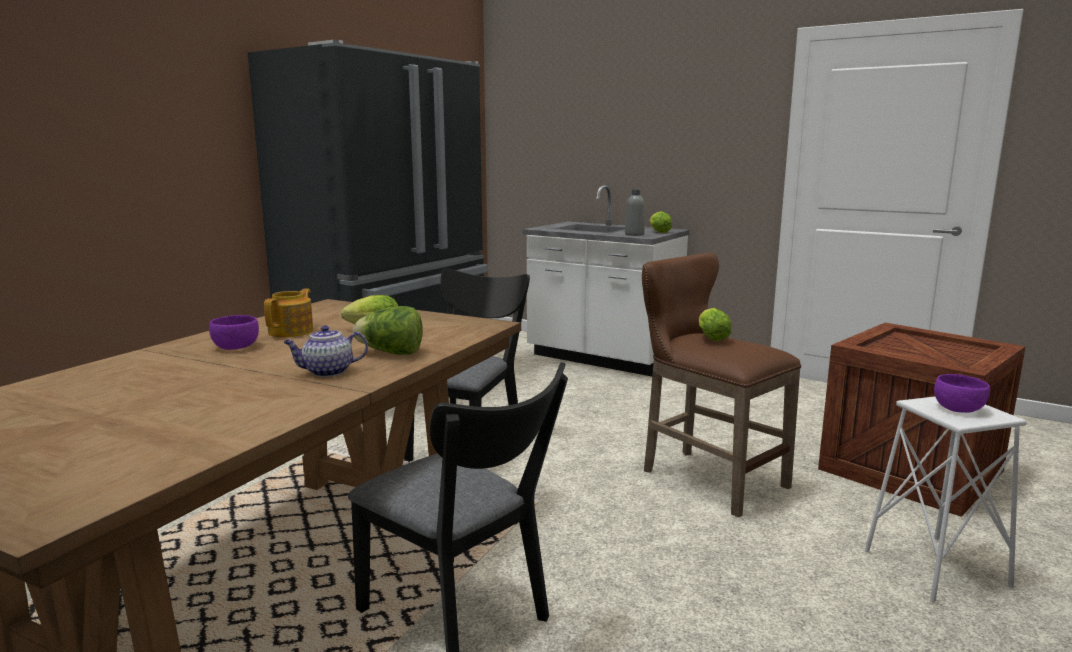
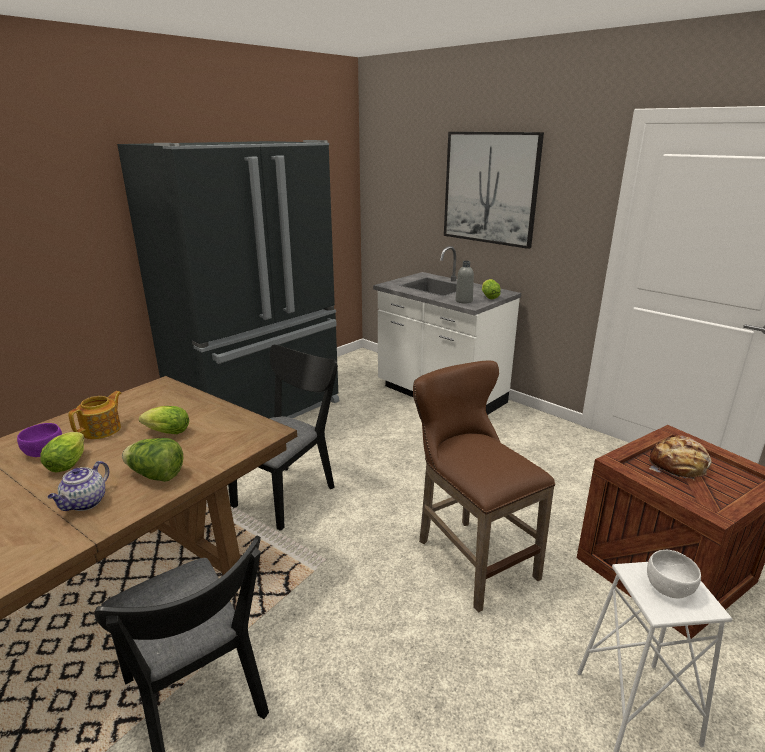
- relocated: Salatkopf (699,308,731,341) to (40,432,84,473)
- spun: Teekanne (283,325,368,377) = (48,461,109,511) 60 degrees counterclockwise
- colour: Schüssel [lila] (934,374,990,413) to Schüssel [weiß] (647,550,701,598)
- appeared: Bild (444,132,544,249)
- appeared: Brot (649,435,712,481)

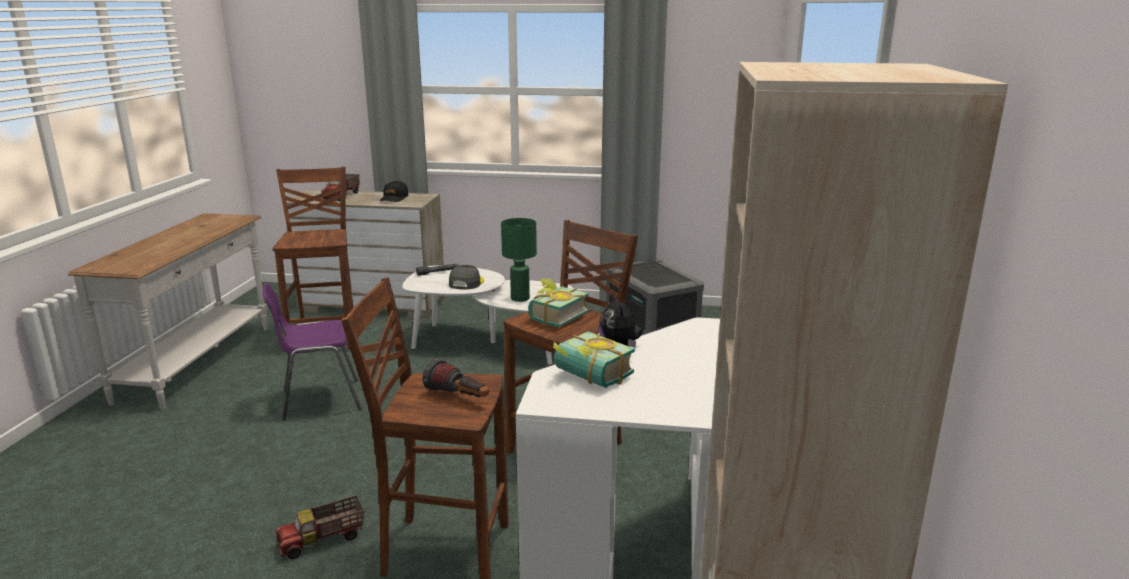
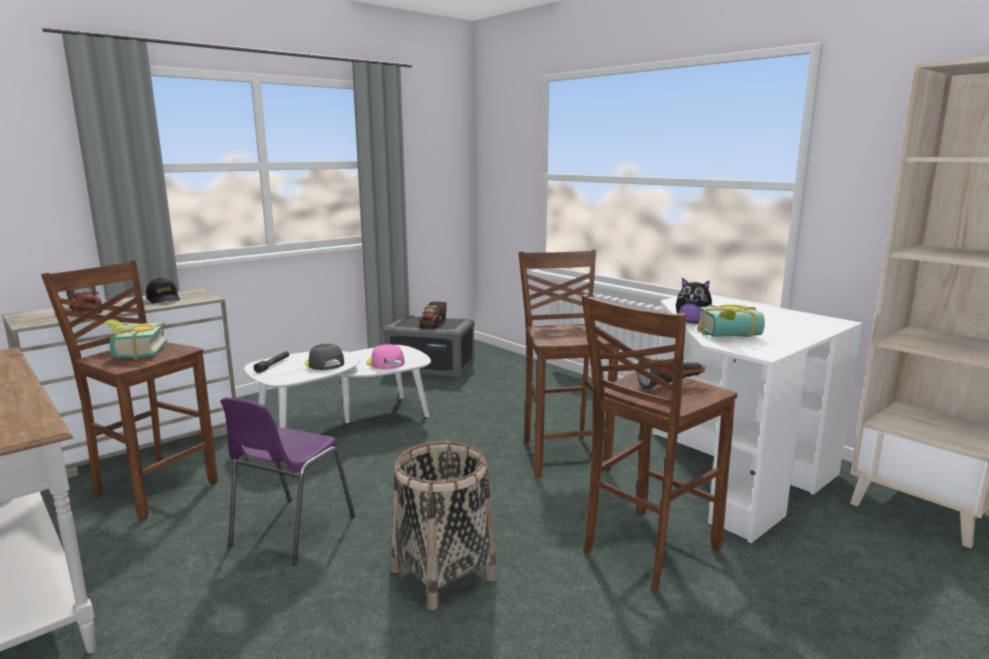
- exchanged: Tischlampe [grün] (501,218,537,302) to Kappe [rosa] (366,344,405,369)
- relocated: Buch (528,278,589,327) to (104,319,167,360)
- relocated: Spielzeuglaster (275,495,364,559) to (419,301,447,328)
- appeared: Korb (391,441,497,610)

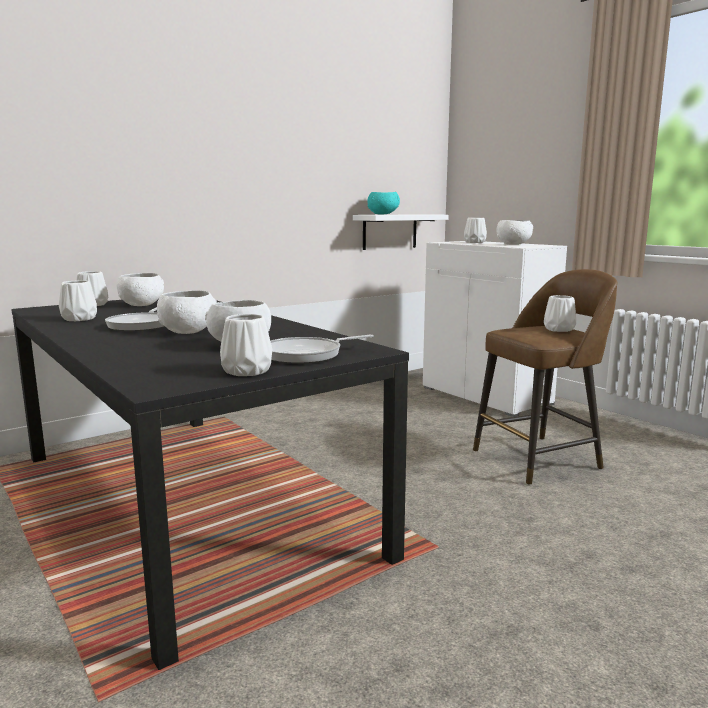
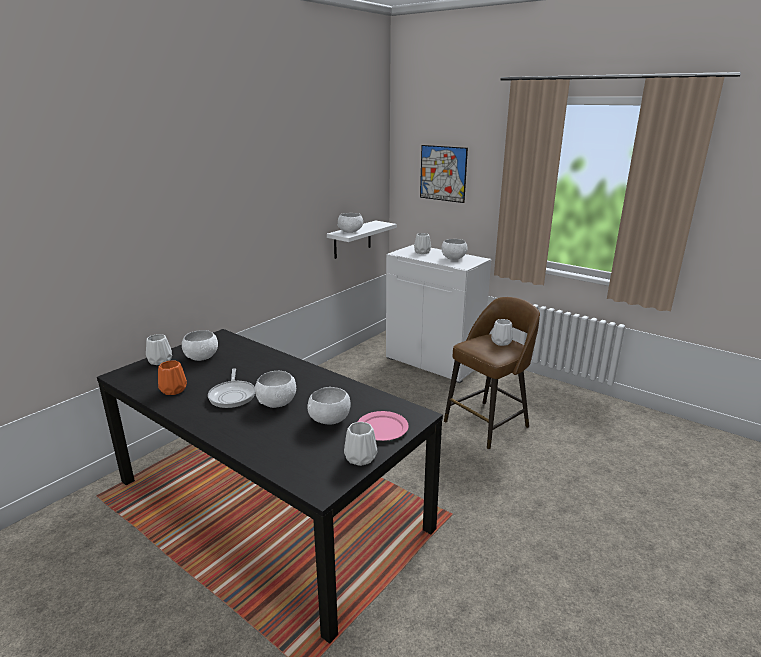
- colour: Schüssel [türkis] (367,192,400,215) to Schüssel [weiß] (338,213,363,233)
- colour: Vase [weiß] (59,280,97,321) to Vase [orange] (158,360,187,395)
- exchanged: Pfanne (271,335,374,364) to Teller [rosa] (358,411,409,441)
- appeared: Bild (420,145,468,203)

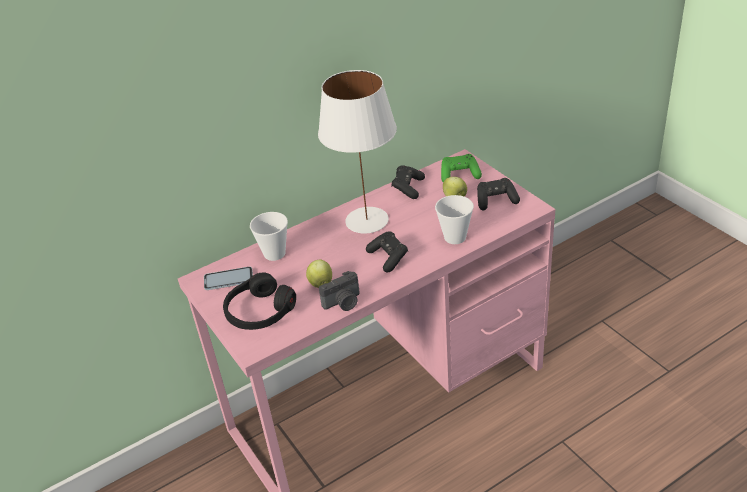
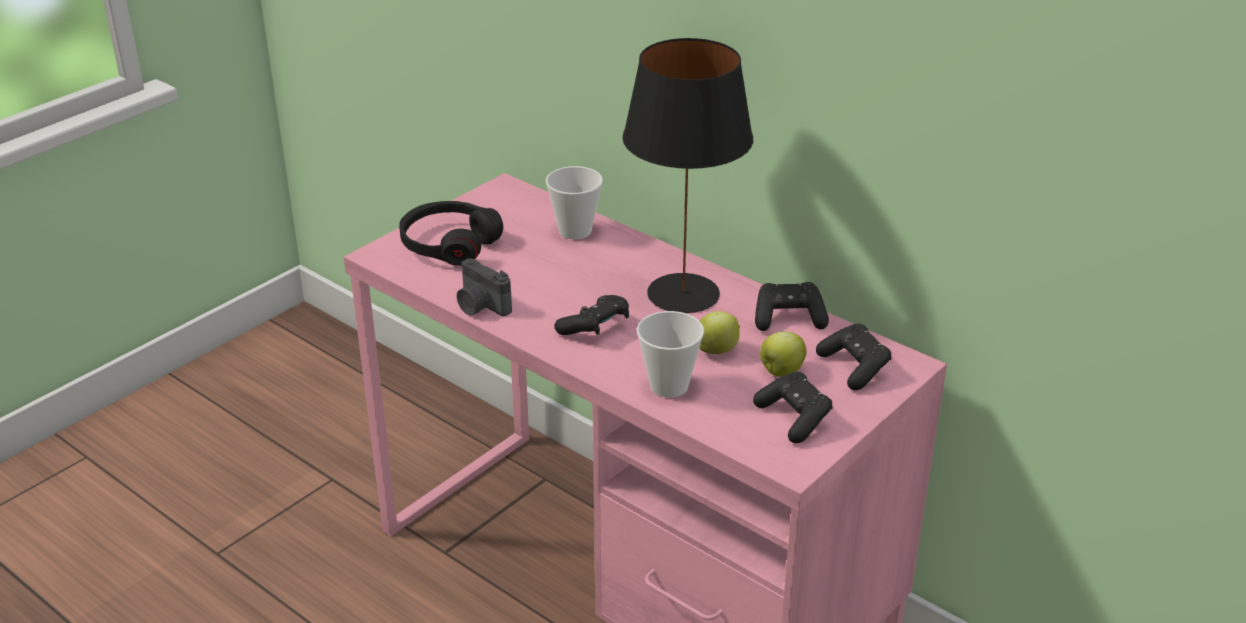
- colour: Tischlampe [weiß] (318,70,397,233) to Tischlampe [schwarz] (622,38,753,313)
- colour: Gamepad [grün] (441,154,482,182) to Gamepad [schwarz] (816,324,891,390)
- relocated: Apfel (306,259,332,288) to (699,311,740,354)
- missing: Handy (204,267,253,290)

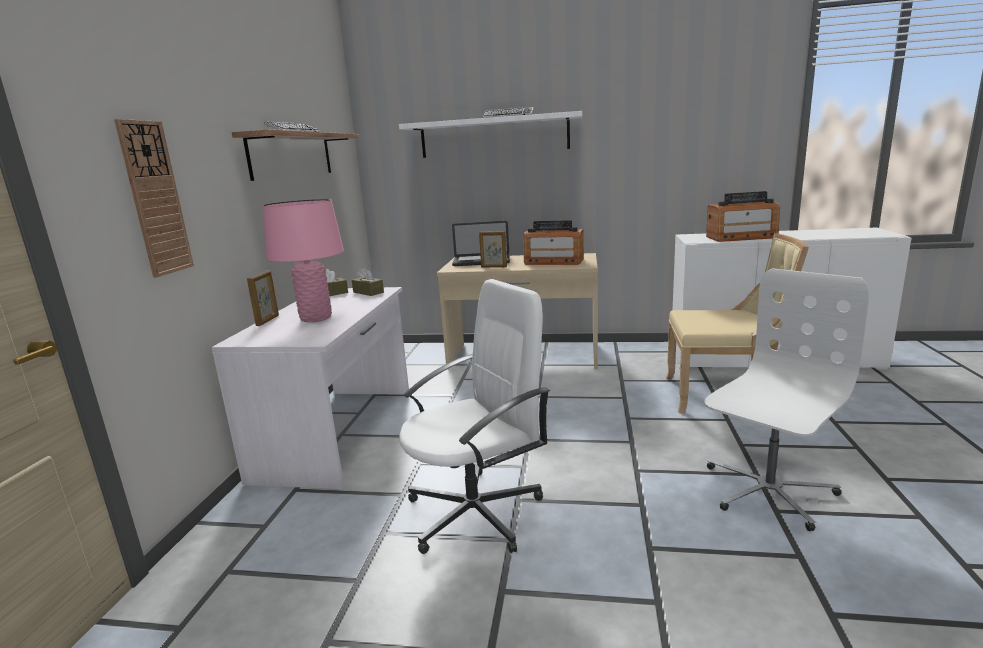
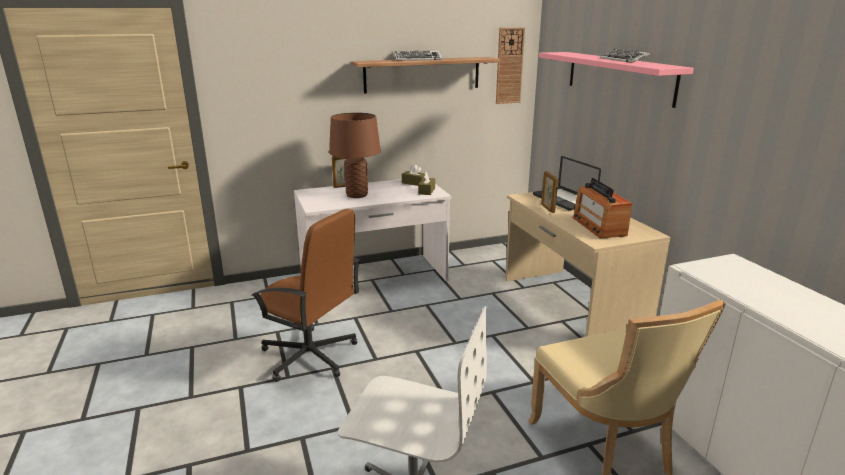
- colour: Wandregal [weiß] (399,111,582,158) to Wandregal [rosa] (539,52,694,108)
- relocated: Wanduhr (114,119,194,277) to (496,28,525,104)
- missing: Radio (706,191,780,242)
- colour: Tischlampe [rosa] (262,199,344,322) to Tischlampe [braun] (329,113,381,198)
- colour: Bürostuhl [weiß] (399,279,550,554) to Bürostuhl [braun] (251,209,360,382)

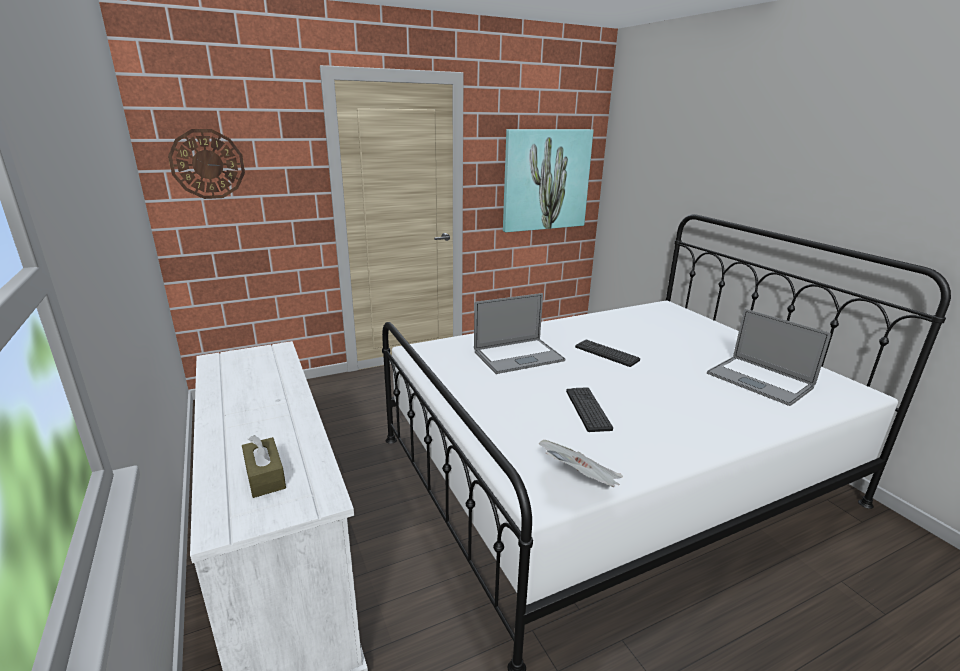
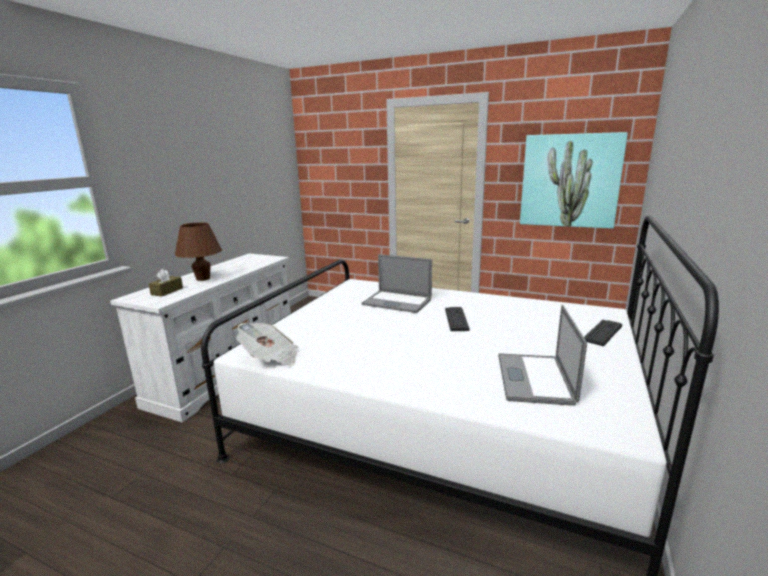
- missing: Wanduhr (168,129,245,199)
- relocated: Tastatur (566,387,613,432) to (584,320,622,346)
- appeared: Tischlampe [braun] (175,222,222,281)

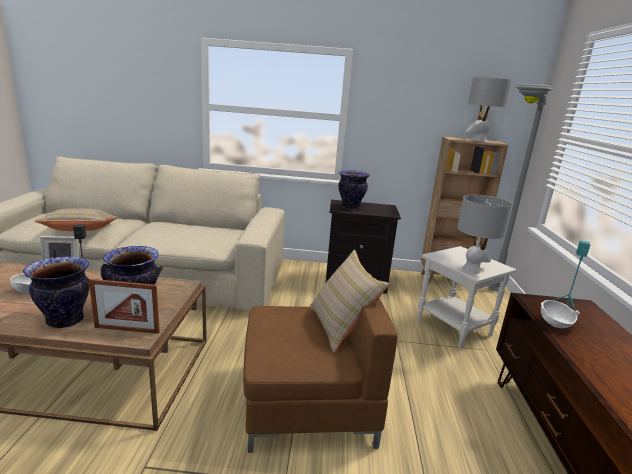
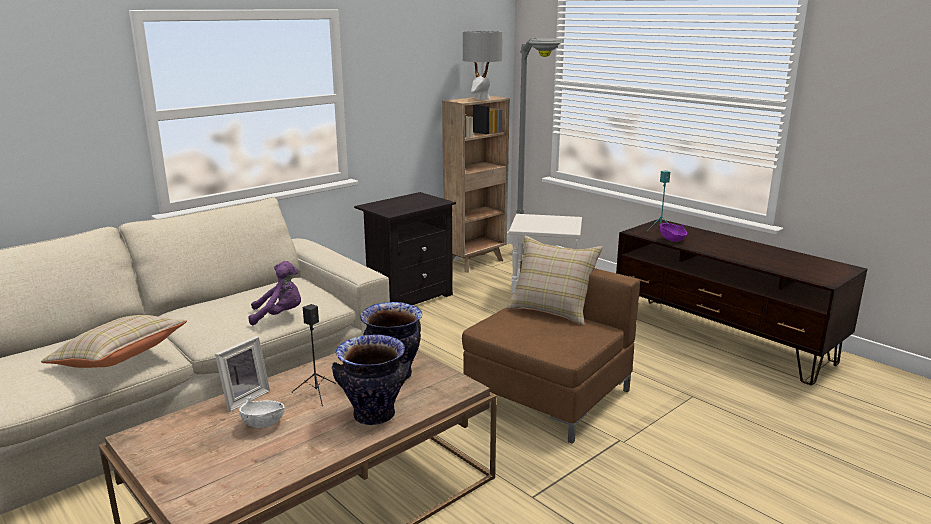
- missing: Vase (338,170,370,209)
- missing: Tischlampe [grau] (457,194,513,274)
- missing: Bilderrahmen (89,279,160,334)
- colour: Schüssel [weiß] (541,300,580,328) to Schüssel [lila] (660,223,687,242)
- appeared: Plüschtier [lila] (249,261,301,325)

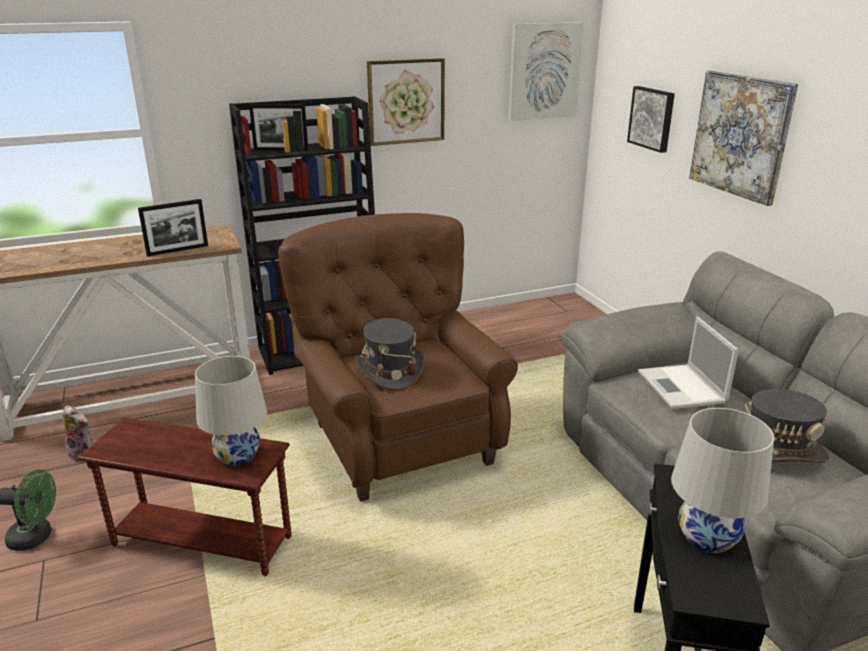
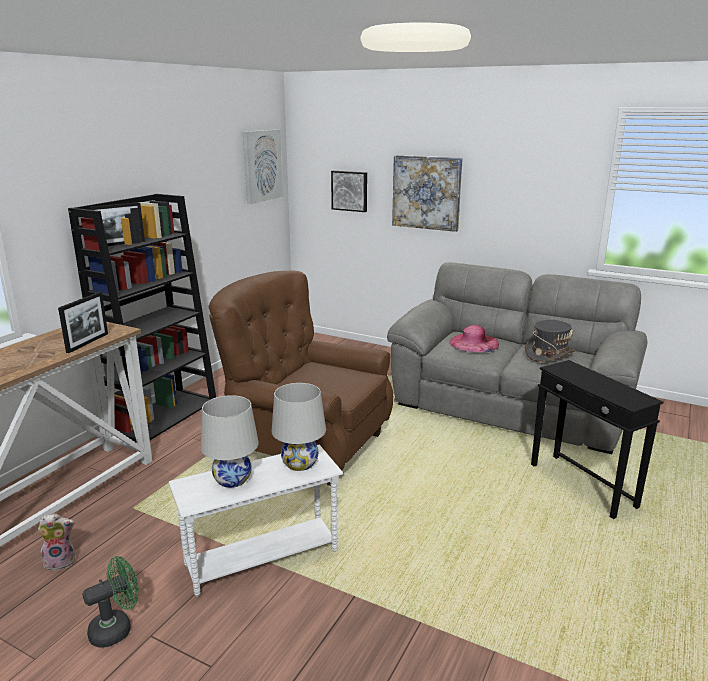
- missing: Bild (367,58,445,146)
- exchanged: Laptop (638,317,739,409) to Hut [rosa] (449,325,499,353)
- missing: Hut [grau] (355,318,424,390)
- relocated: Tischlampe [weiß] (671,408,774,553) to (201,395,259,488)
- colour: Beistelltisch [braun] (78,417,292,576) to Beistelltisch [weiß] (168,444,343,596)

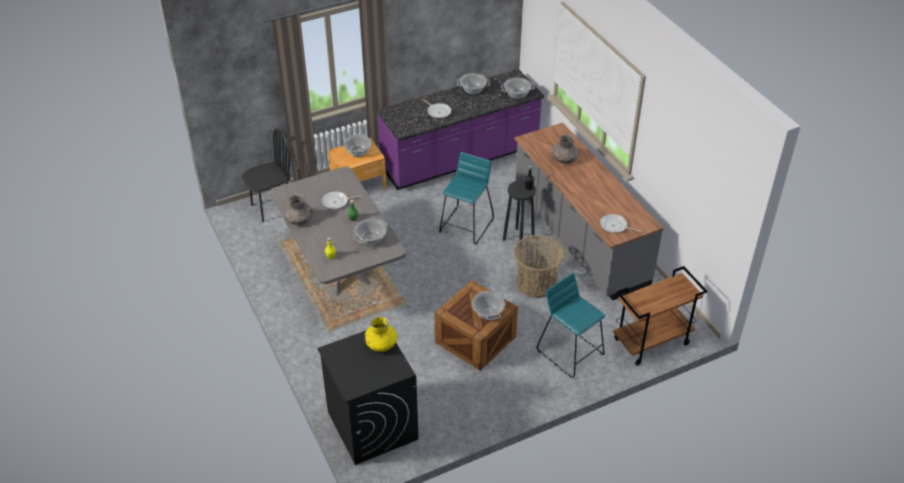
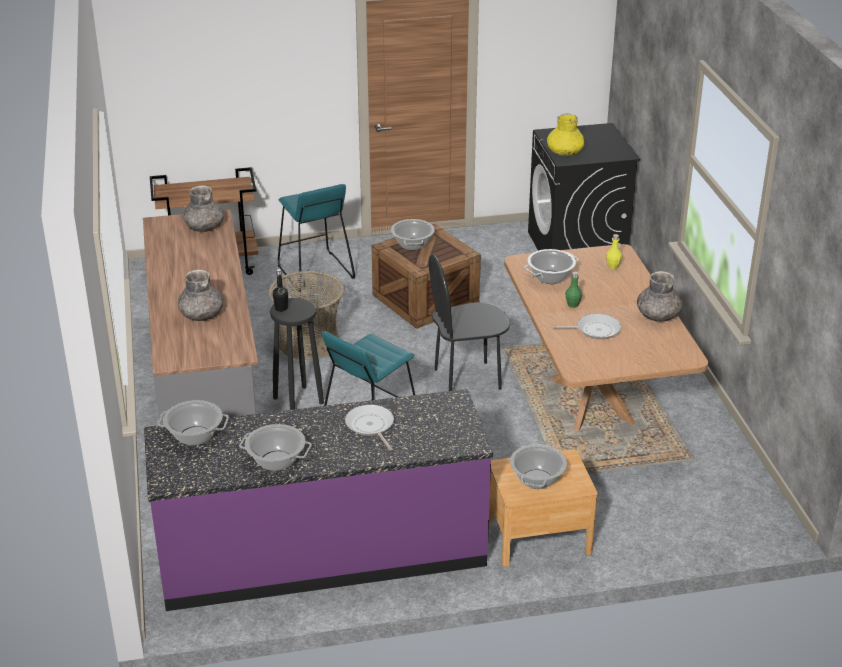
- relocated: Stuhl [schwarz] (242,128,291,222) to (429,254,510,391)
- colour: Esstisch [grau] (270,166,406,296) to Esstisch [braun] (504,244,708,432)
- exchanged: Pfanne (600,214,642,233) to Vase [grau] (183,186,224,232)

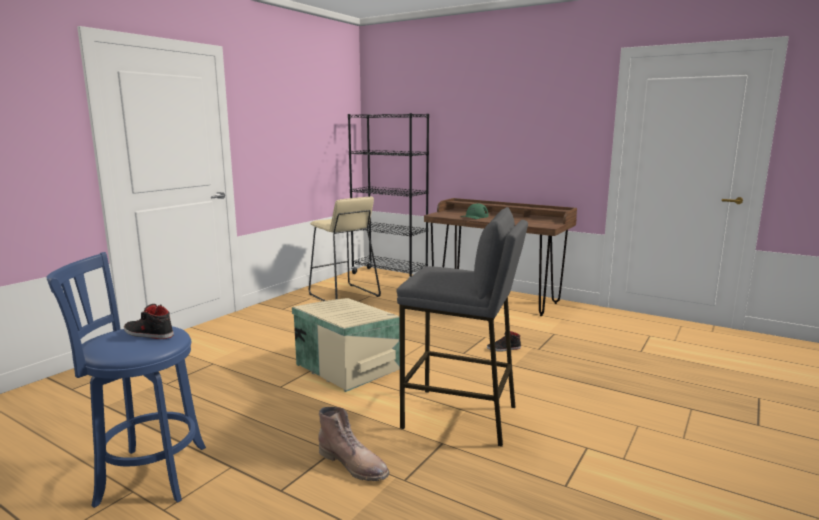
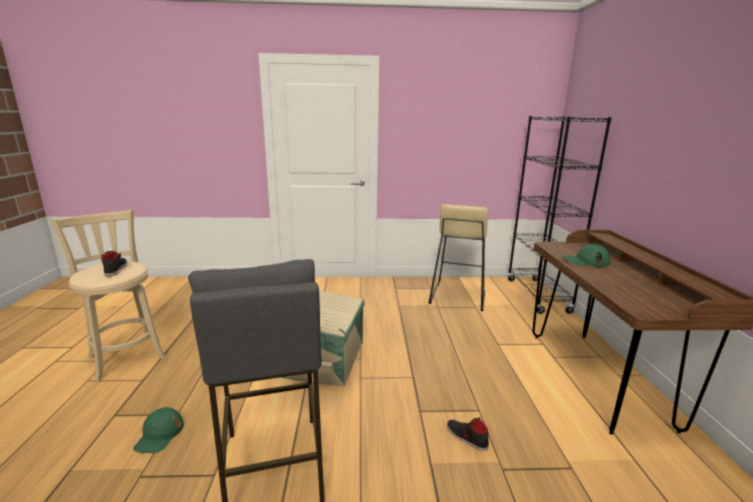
- colour: Hocker [blau] (46,252,206,508) to Hocker [beige] (51,210,166,382)
- exchanged: Stiefel [braun] (318,407,390,481) to Kappe [grün] (133,407,183,453)

